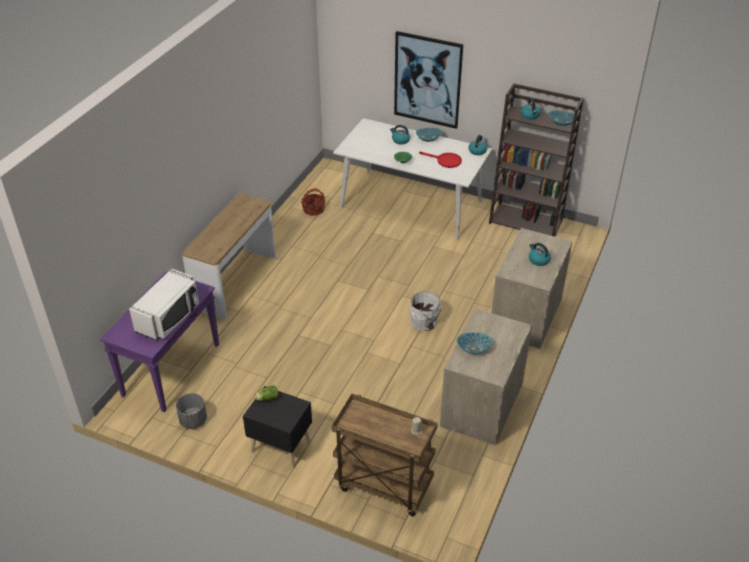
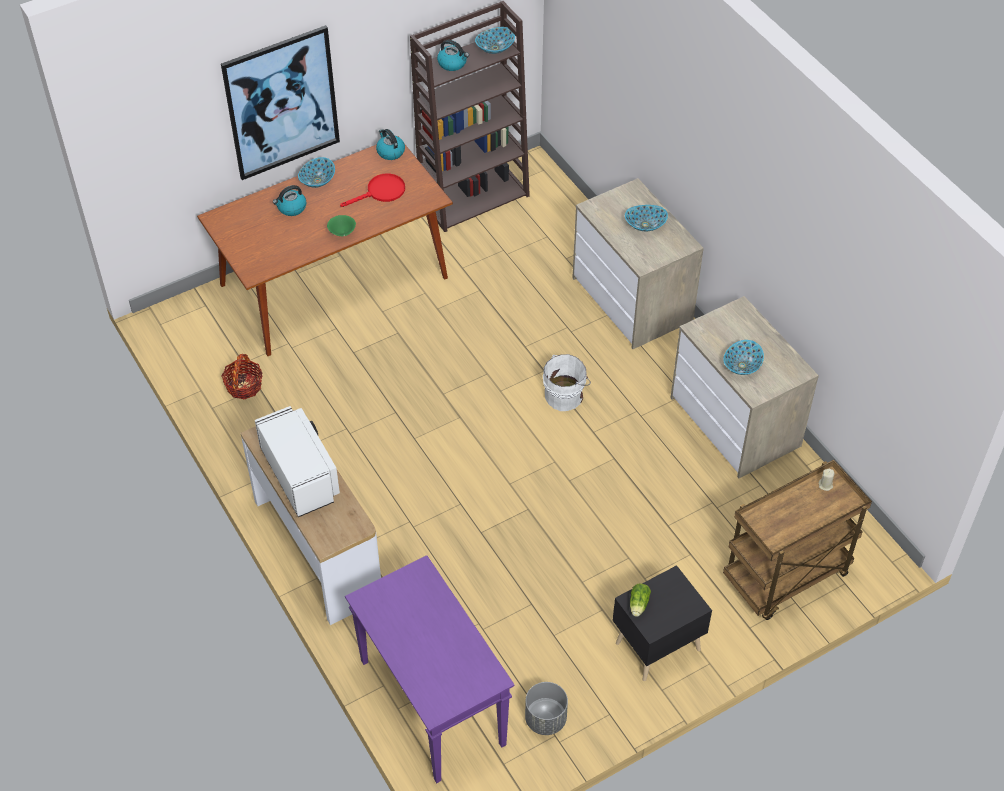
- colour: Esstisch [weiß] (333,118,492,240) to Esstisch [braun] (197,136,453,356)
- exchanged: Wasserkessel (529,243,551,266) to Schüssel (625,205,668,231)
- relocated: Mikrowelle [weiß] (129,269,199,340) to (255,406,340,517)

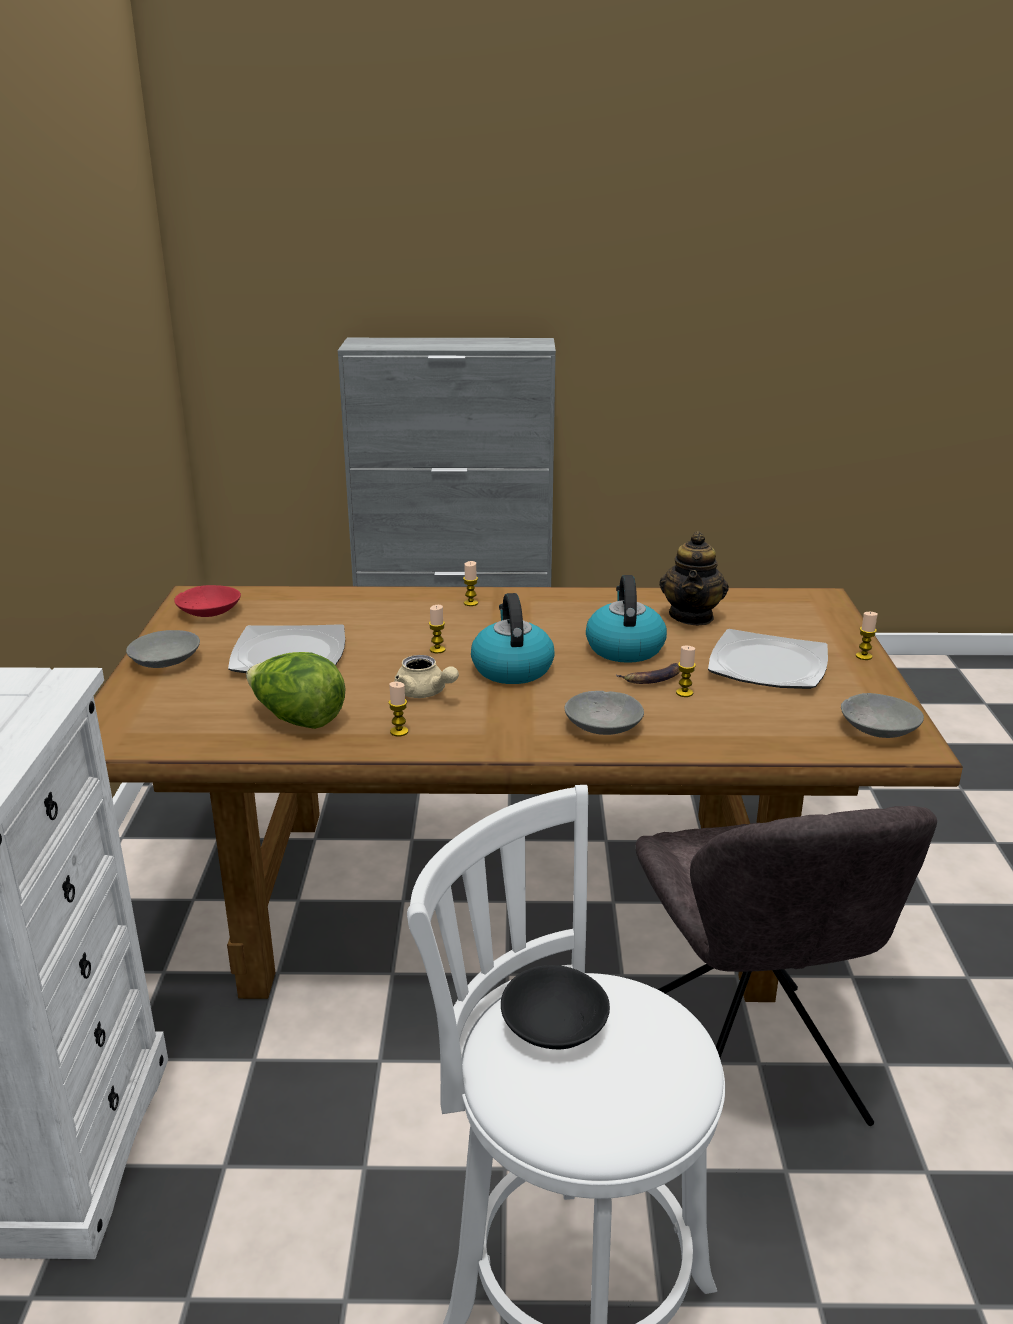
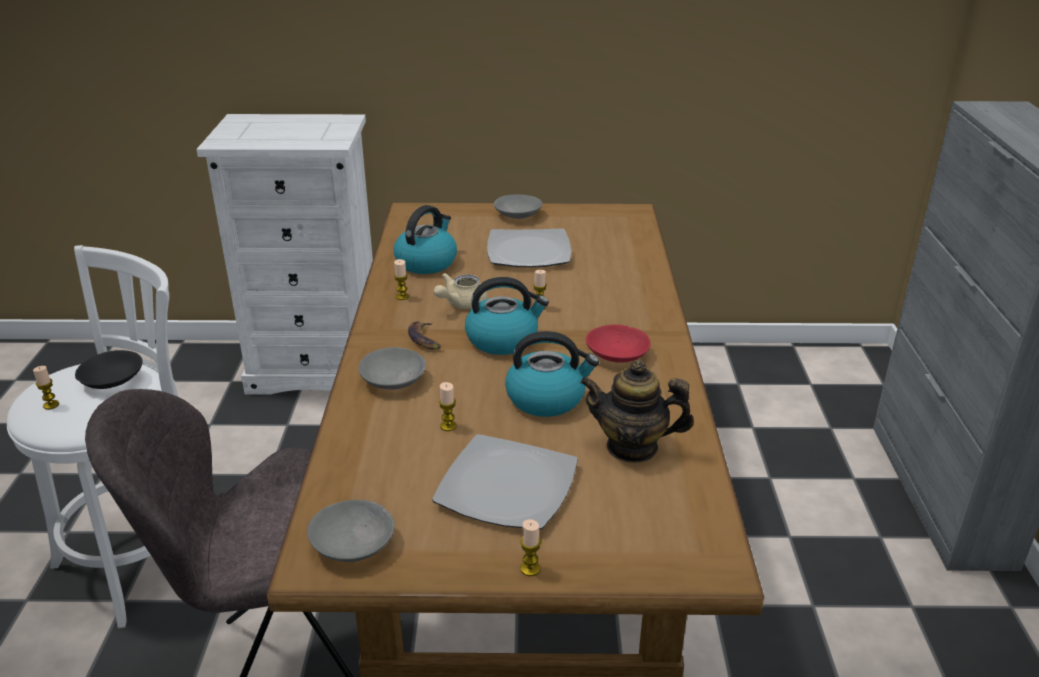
- relocated: Kerze (463,561,478,606) to (33,366,59,410)
- relocated: Schüssel [rot] (174,585,241,617) to (586,324,651,363)
- exchanged: Salatkopf (246,652,346,729) to Wasserkessel (394,205,457,274)
- relocated: Banane (616,663,680,684) to (408,321,441,349)

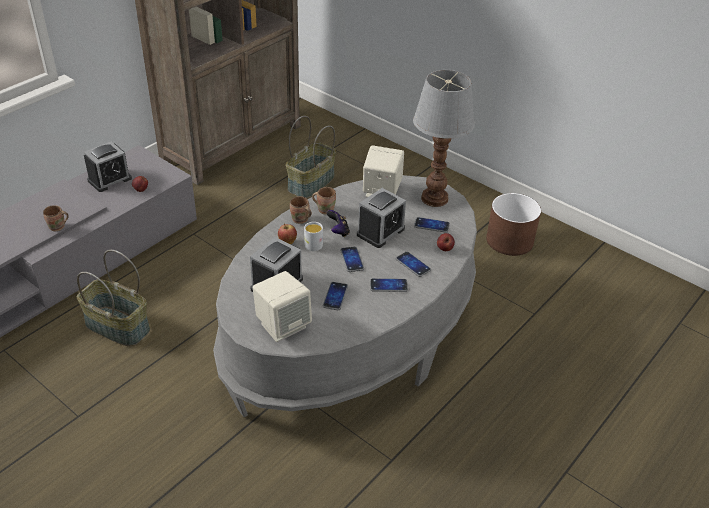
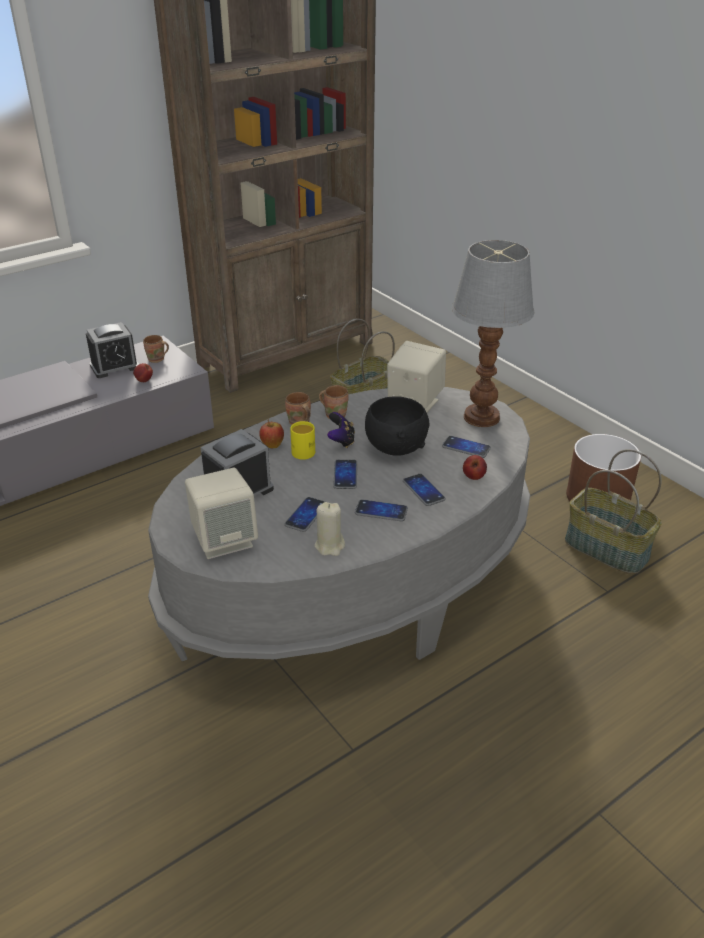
- exchanged: Wecker (357,188,406,248) to Schüssel [schwarz] (365,396,429,456)
- relocated: Henkelbecher [braun] (43,205,69,231) to (143,335,169,363)
- colour: Henkelbecher [weiß] (304,222,323,251) to Henkelbecher [gelb] (290,421,315,460)
- relocated: Korb (76,250,150,346) to (565,449,662,574)
- appeared: Kerze [beige] (315,502,345,556)

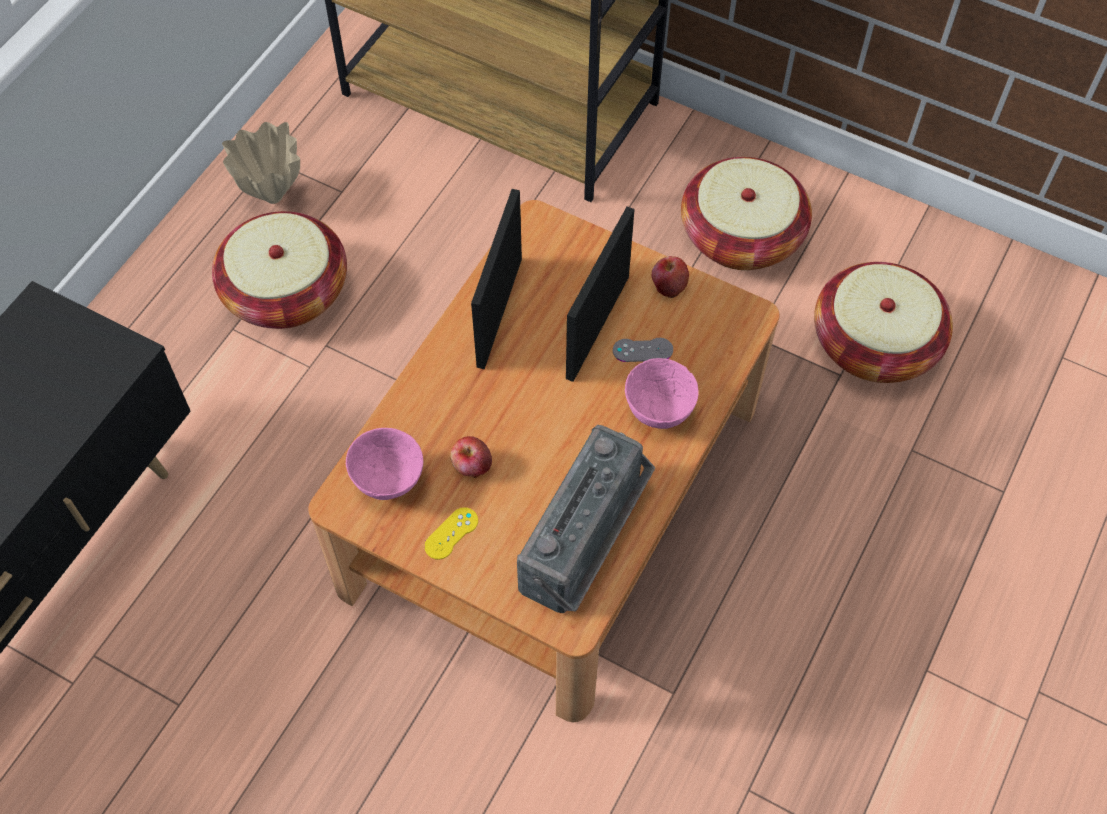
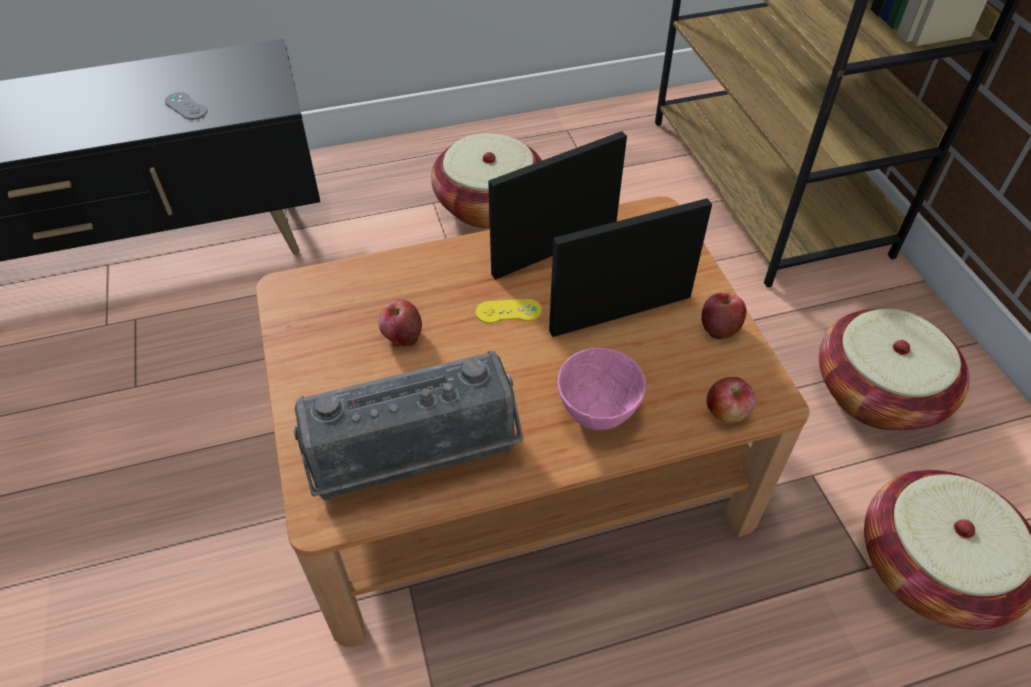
- missing: Vase [beige] (222,122,300,204)
- relocated: Gamepad [grau] (613,338,673,362) to (165,92,208,120)
- missing: Schüssel [rosa] (346,428,423,500)
- relocated: Gamepad [gelb] (424,507,478,560) to (476,299,542,324)
- appeared: Apfel (706,377,755,423)

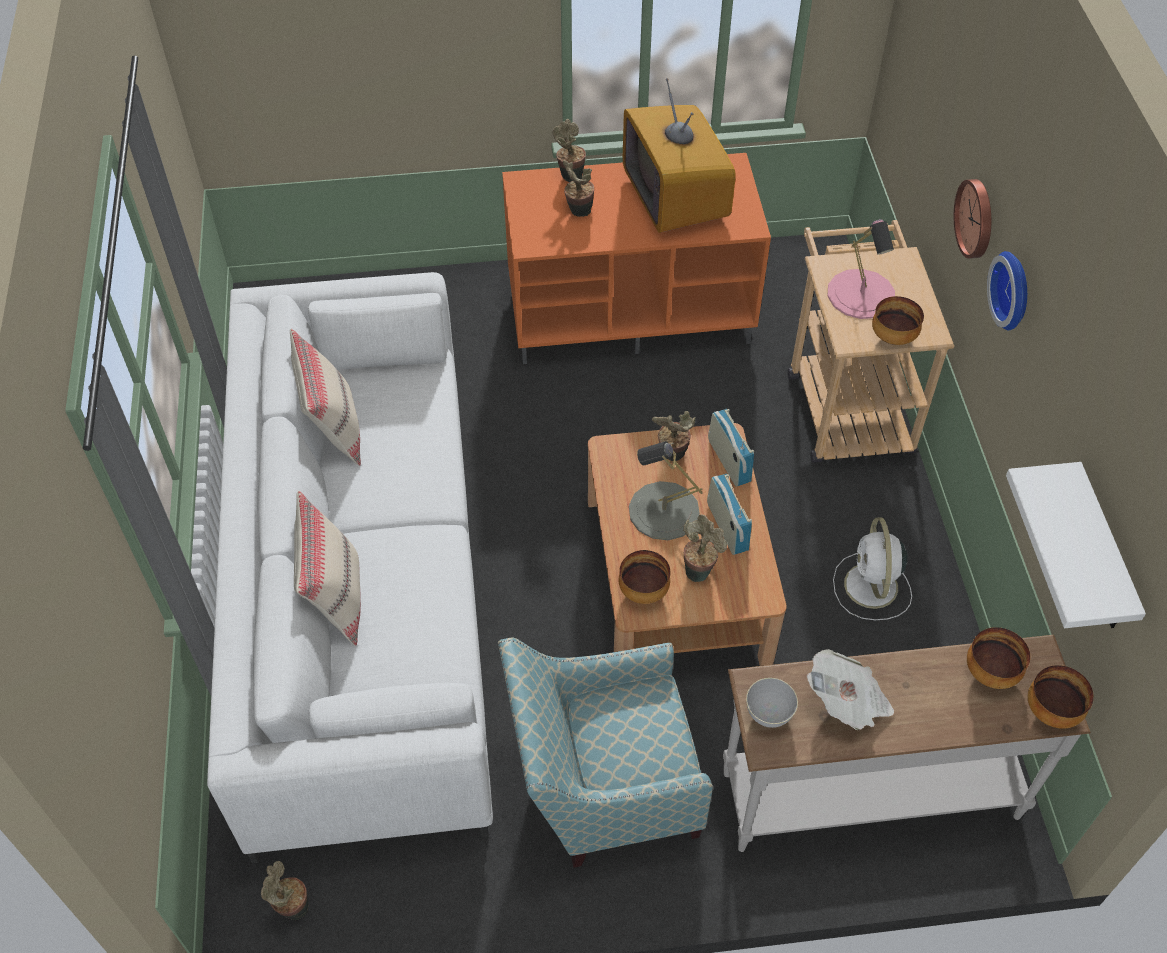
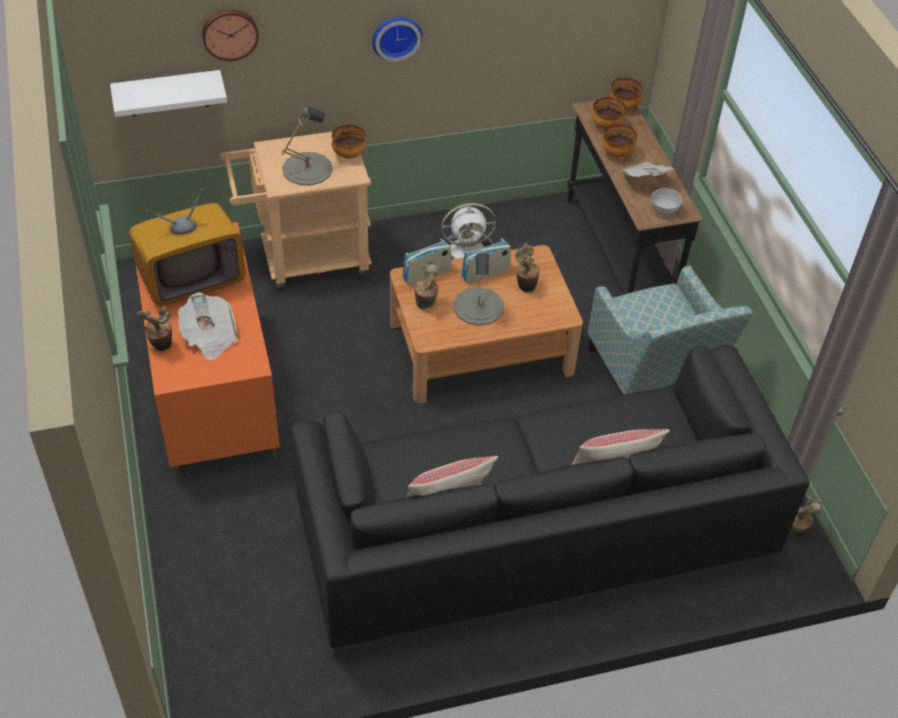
- exchanged: Topfpflanze (563,160,594,217) to Zeitung (178,292,238,360)
- relocated: Wanduhr (954,179,991,259) to (202,9,259,61)
- colour: Tischlampe [rosa] (828,219,895,319) to Tischlampe [grau] (282,106,333,185)
- colour: Sofa [weiß] (207,272,493,863) to Sofa [schwarz] (291,345,810,659)
- relocated: Wandregal [weiß] (1006,462,1146,628) to (110,70,227,117)
- relocated: Schüssel (619,550,671,604) to (602,124,637,158)
- colour: Konsolentisch [weiß] (723,635,1091,852) to Konsolentisch [schwarz] (568,100,702,295)

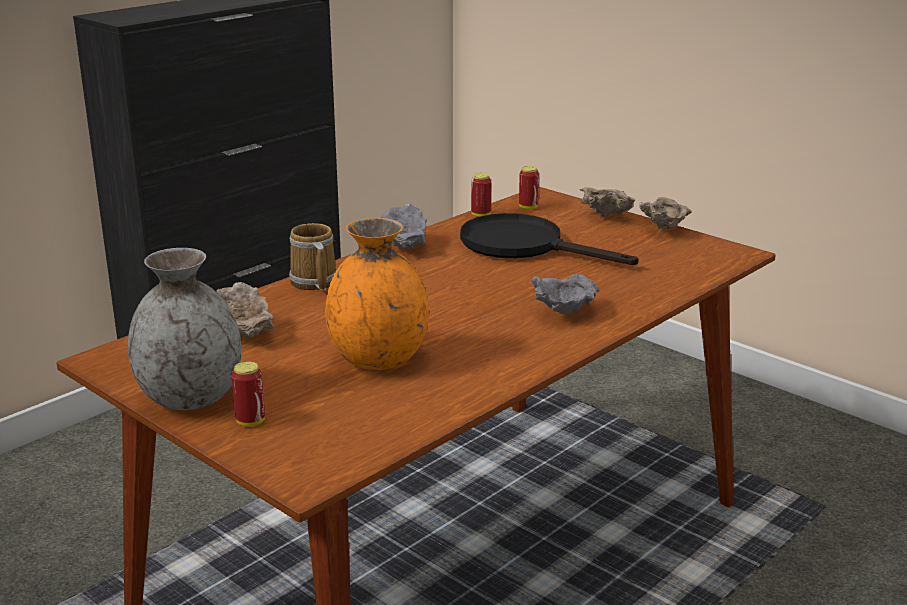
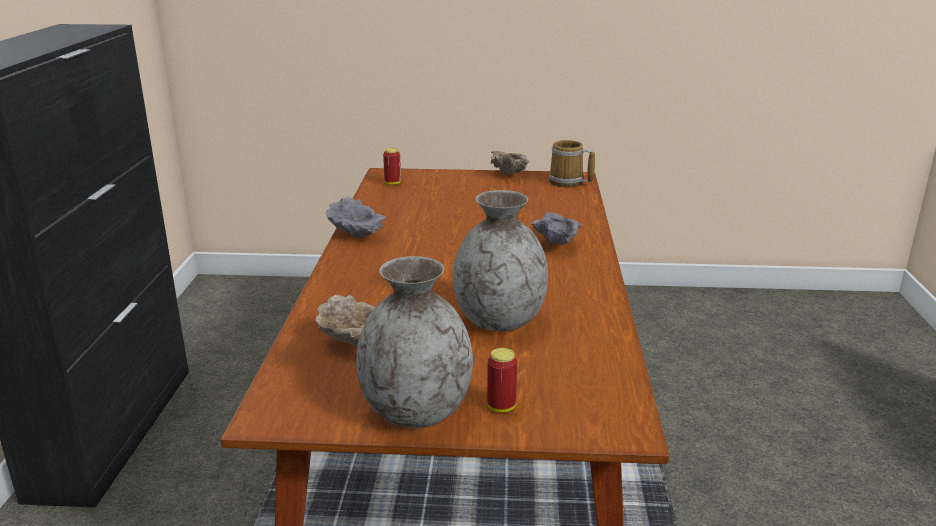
- missing: Dose (471,173,491,217)
- missing: Schüssel [beige] (580,187,635,218)
- missing: Pfanne [schwarz] (460,213,639,265)
- colour: Vase [orange] (325,218,429,370) to Vase [grau] (453,190,548,331)
- relocated: Henkelbecher (289,223,337,290) to (549,140,595,188)

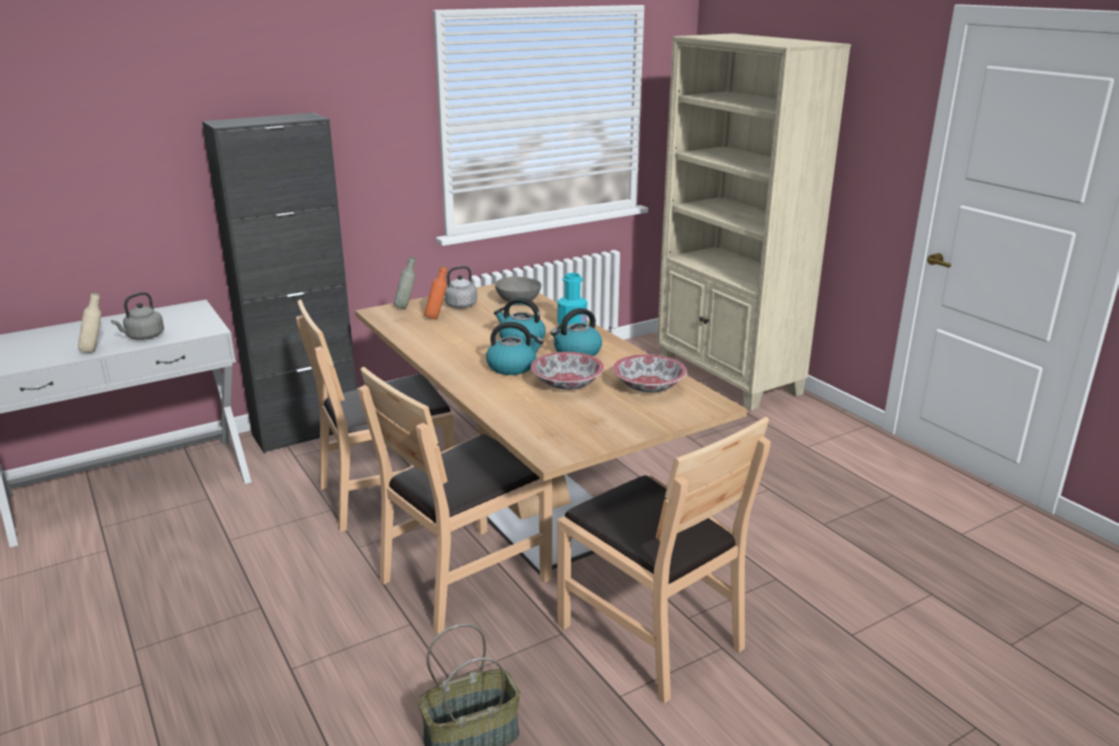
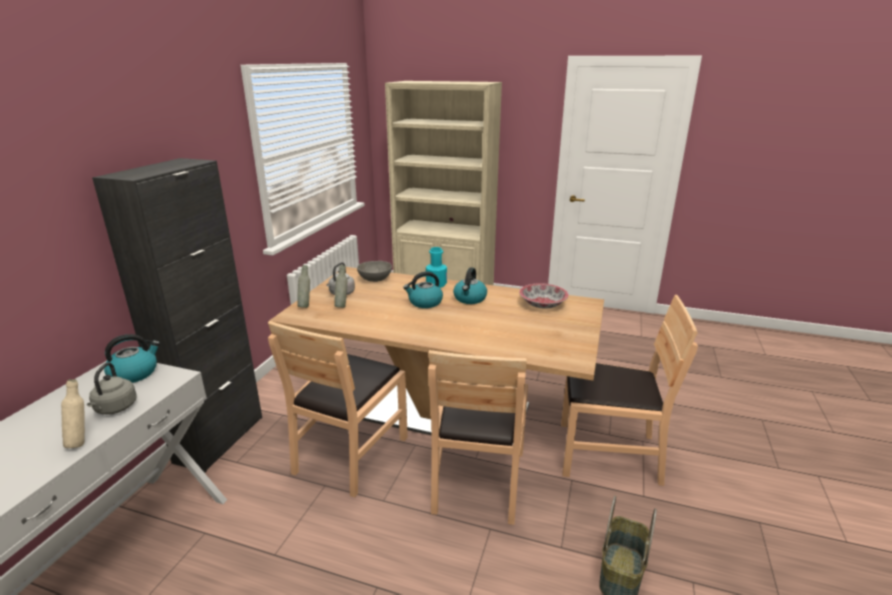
- colour: Flasche [orange] (424,266,447,319) to Flasche [grau] (334,265,348,308)
- relocated: Wasserkessel (486,322,544,375) to (104,334,160,383)
- missing: Schüssel (531,352,604,390)

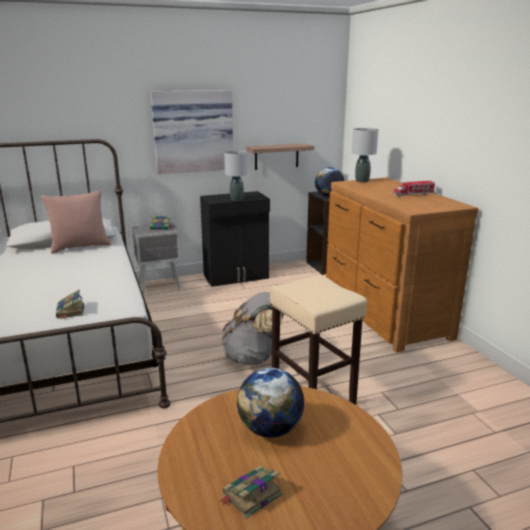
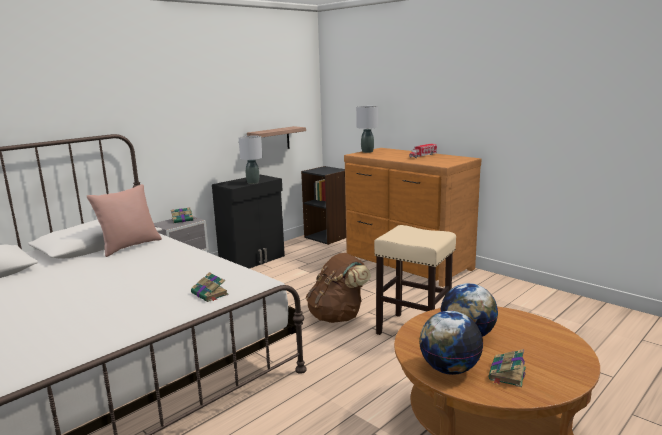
- missing: Bild (151,90,233,174)
- relocated: Globus (315,167,344,197) to (419,311,483,375)
- colour: Rucksack [grau] (222,292,284,365) to Rucksack [braun] (306,253,371,323)

